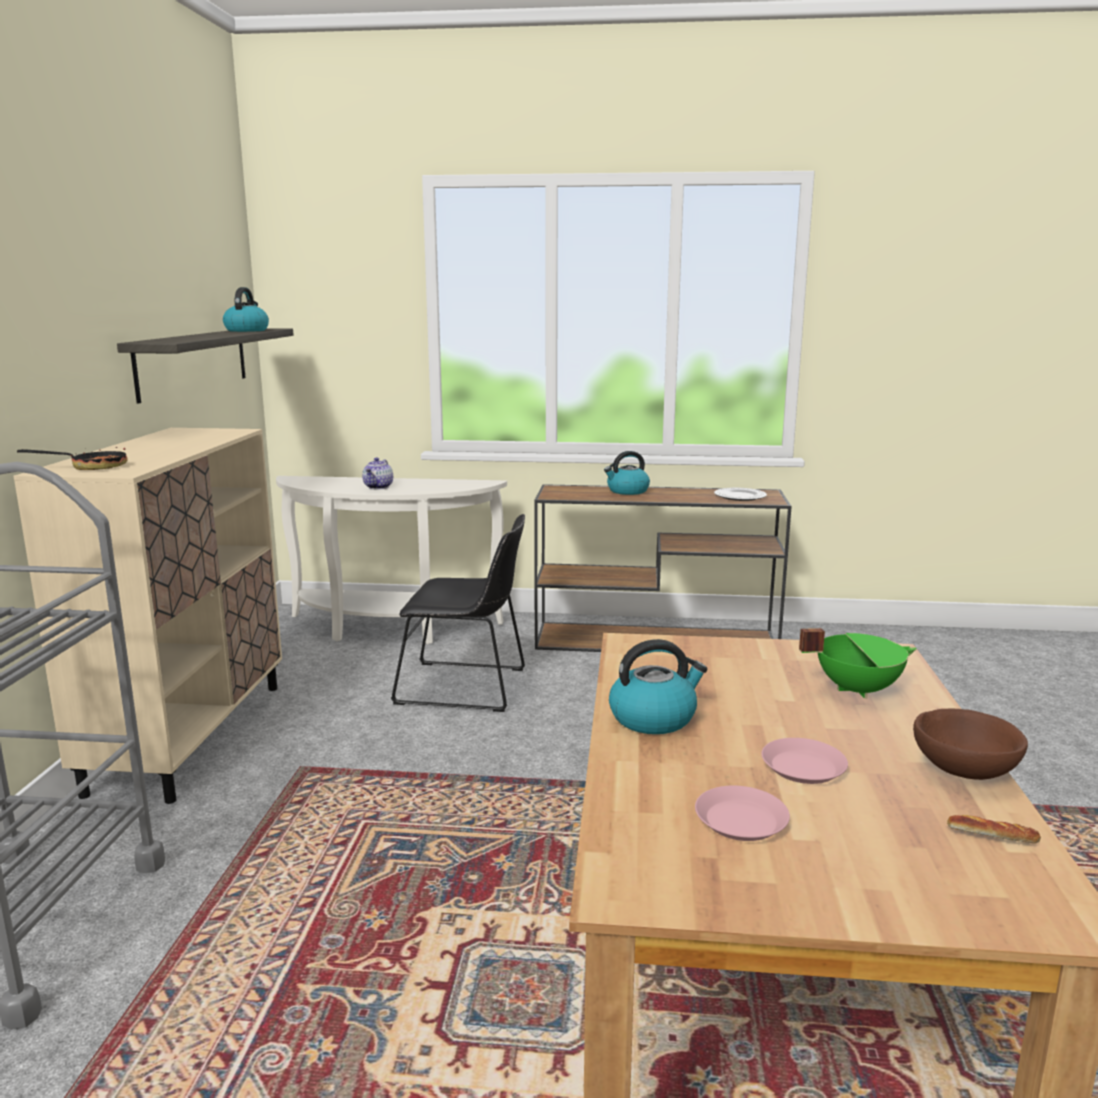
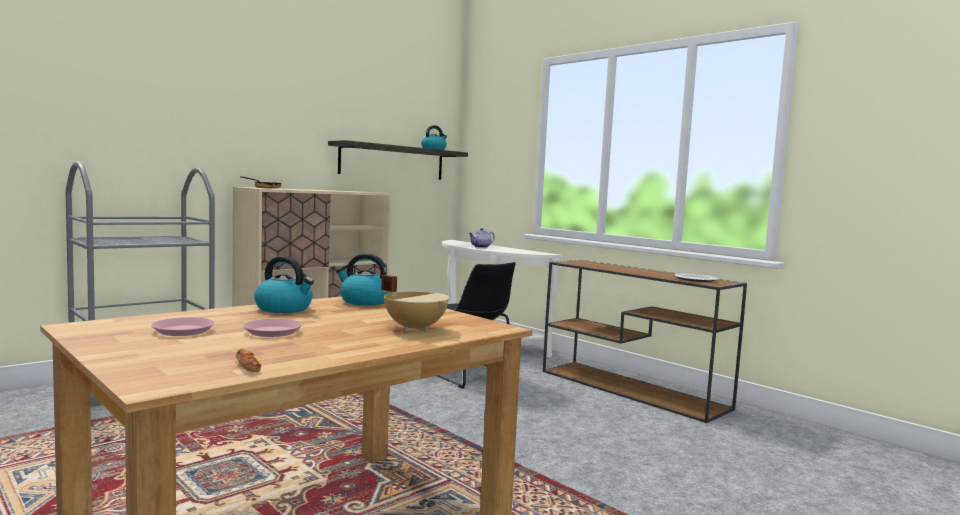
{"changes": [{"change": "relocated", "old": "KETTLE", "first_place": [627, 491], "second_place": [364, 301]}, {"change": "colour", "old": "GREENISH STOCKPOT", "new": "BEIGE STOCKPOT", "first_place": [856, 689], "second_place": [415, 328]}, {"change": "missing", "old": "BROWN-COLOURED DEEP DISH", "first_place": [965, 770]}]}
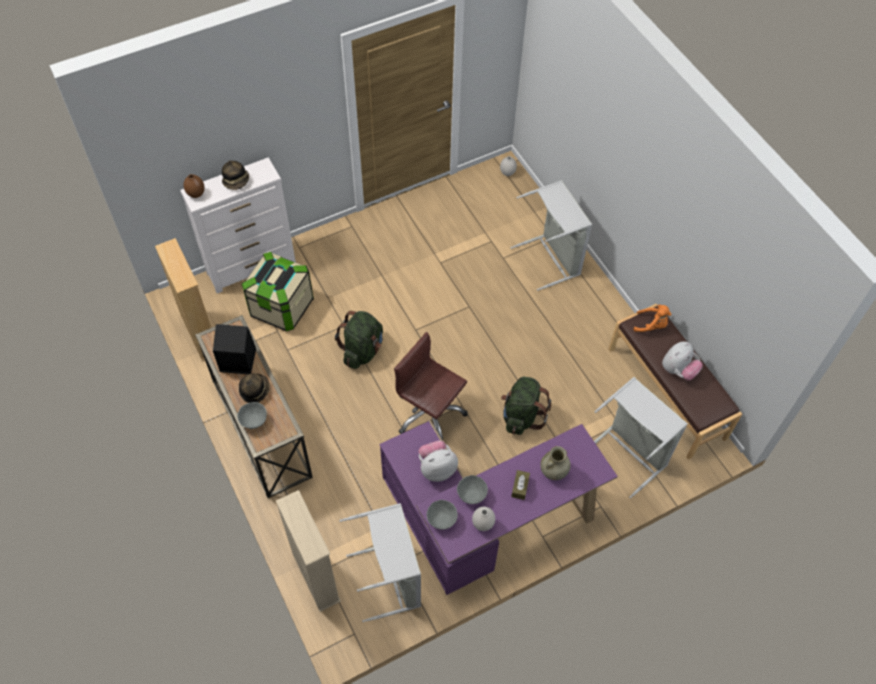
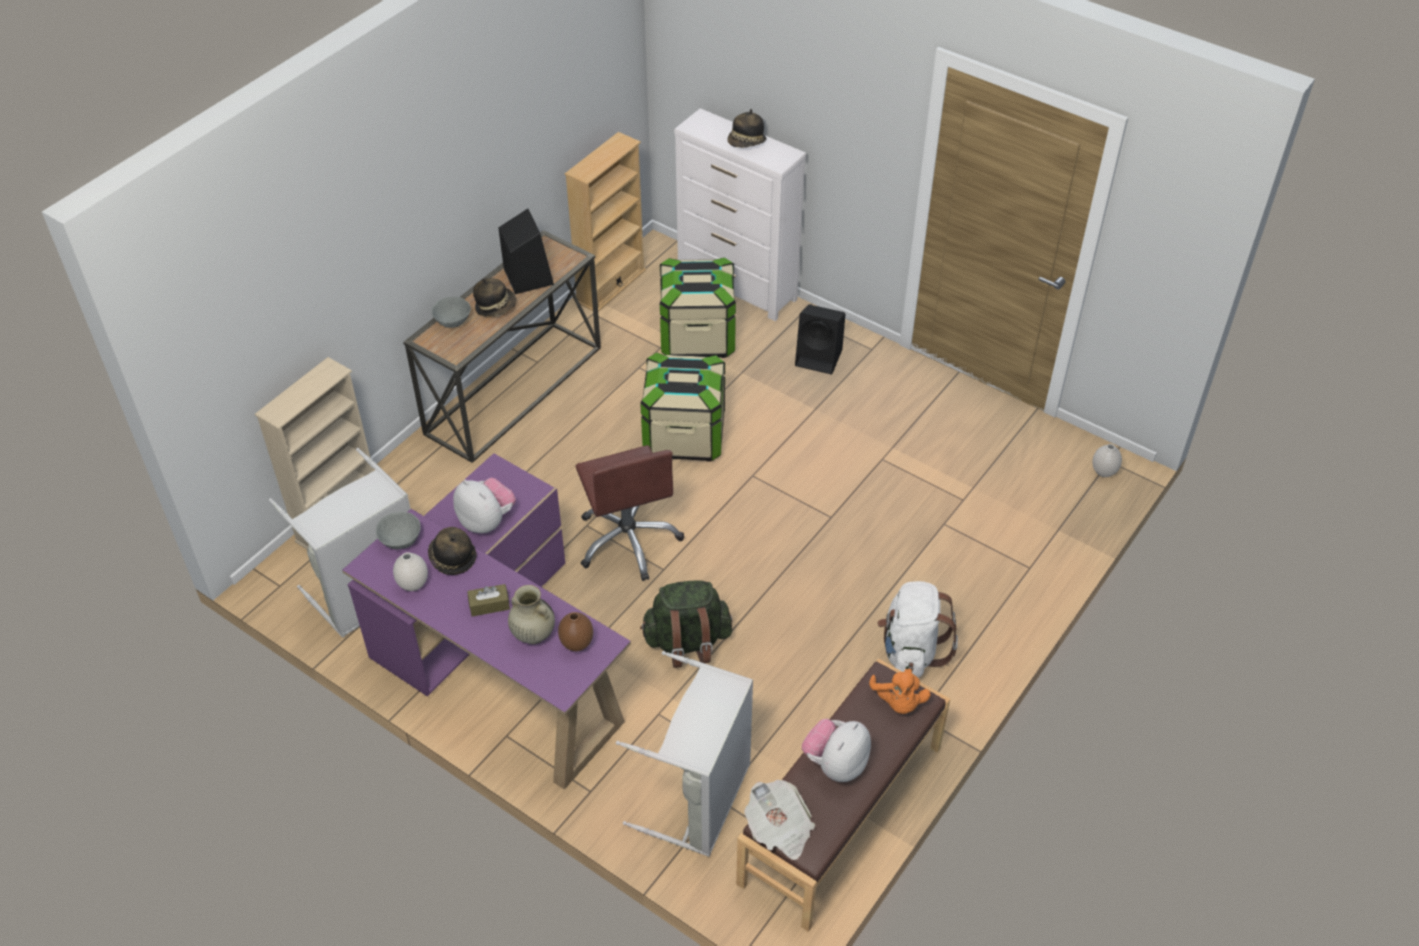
{"changes": [{"change": "exchanged", "old": "GREY DEEP DISH", "new": "HAT", "first_place": [471, 494], "second_place": [452, 558]}, {"change": "relocated", "old": "BROWN-COLOURED FLOWER VASE", "first_place": [196, 194], "second_place": [577, 644]}, {"change": "spun", "old": "BROWN-COLOURED OFFICE CHAIR", "first_place": [429, 414], "second_place": [628, 540], "degrees": 150}, {"change": "exchanged", "old": "GREENISH BACKPACK", "new": "STORAGE CONTAINER", "first_place": [362, 350], "second_place": [684, 436]}, {"change": "appeared", "new": "NEWSPAPER", "second_place": [779, 829]}, {"change": "appeared", "new": "BLACK AUDIO SPEAKER", "second_place": [820, 357]}, {"change": "spun", "old": "PLUSH TOY", "first_place": [678, 370], "second_place": [836, 764], "degrees": 105}, {"change": "appeared", "new": "WHITE-COLOURED BACKPACK", "second_place": [911, 651]}, {"change": "missing", "old": "GREY HAMPER", "first_place": [552, 259]}]}
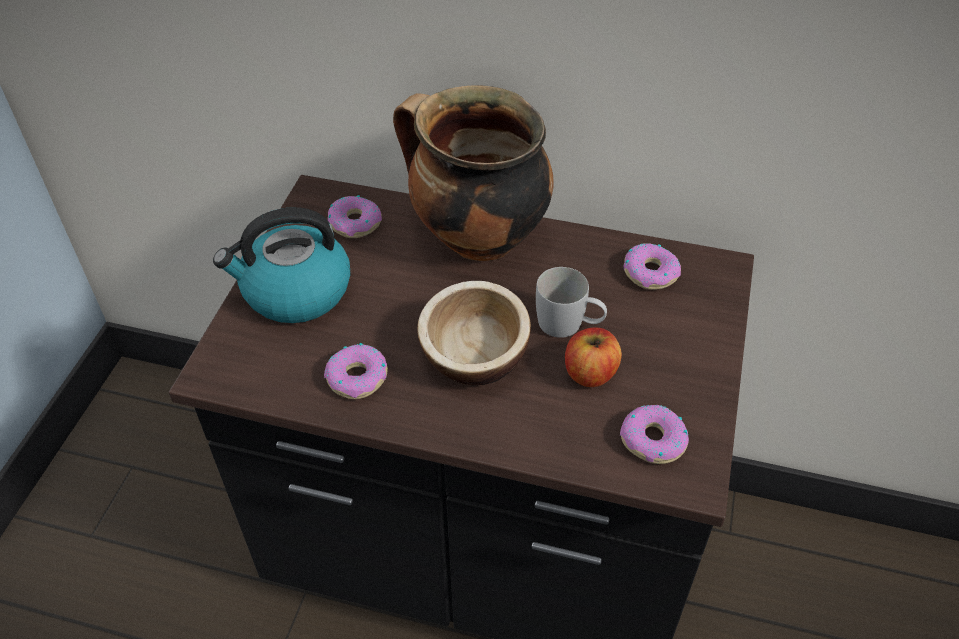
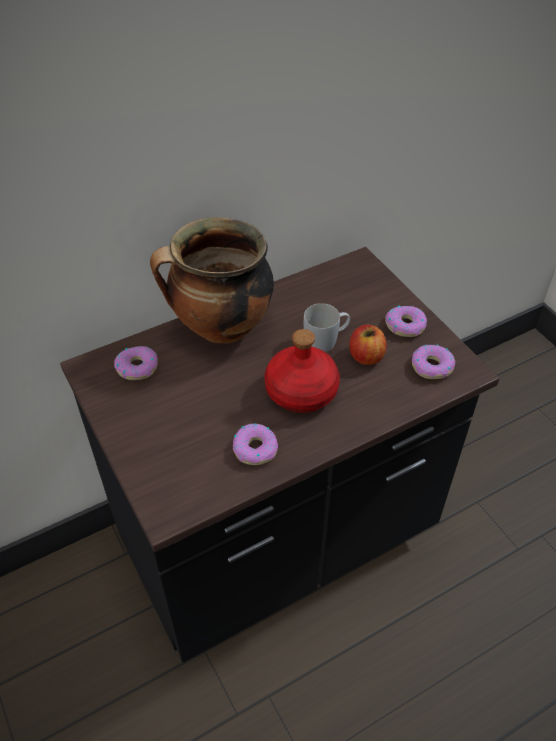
{"changes": [{"change": "exchanged", "old": "DEEP DISH", "new": "RED-COLOURED BOTTLE", "first_place": [474, 356], "second_place": [301, 390]}, {"change": "relocated", "old": "DONUT", "first_place": [650, 272], "second_place": [405, 325]}, {"change": "missing", "old": "KETTLE", "first_place": [295, 292]}]}
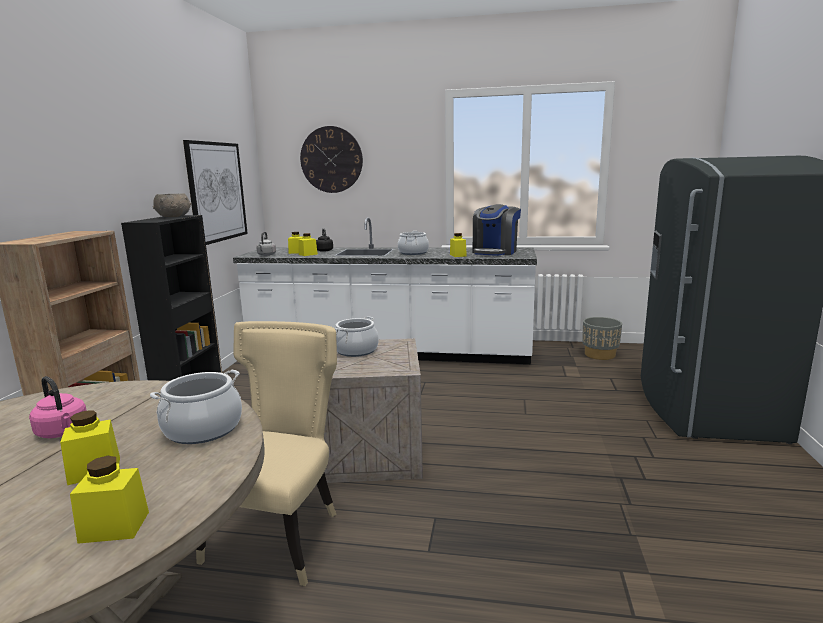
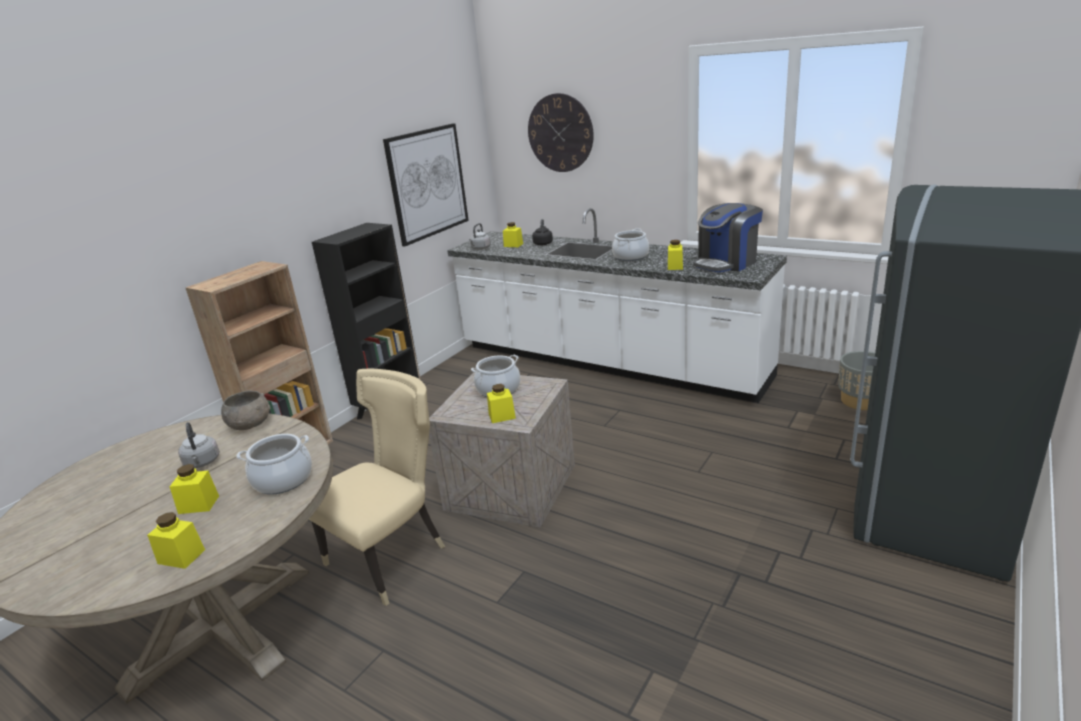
{"changes": [{"change": "colour", "old": "PINK KETTLE", "new": "GREY KETTLE", "first_place": [63, 432], "second_place": [202, 463]}, {"change": "relocated", "old": "GREY DEEP DISH", "first_place": [174, 216], "second_place": [250, 424]}, {"change": "relocated", "old": "YELLOWISH JAR", "first_place": [308, 254], "second_place": [502, 416]}]}
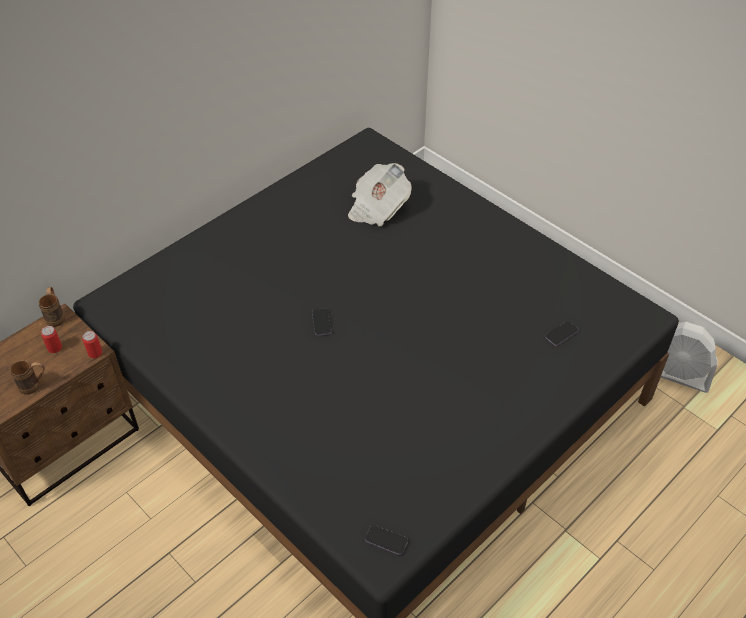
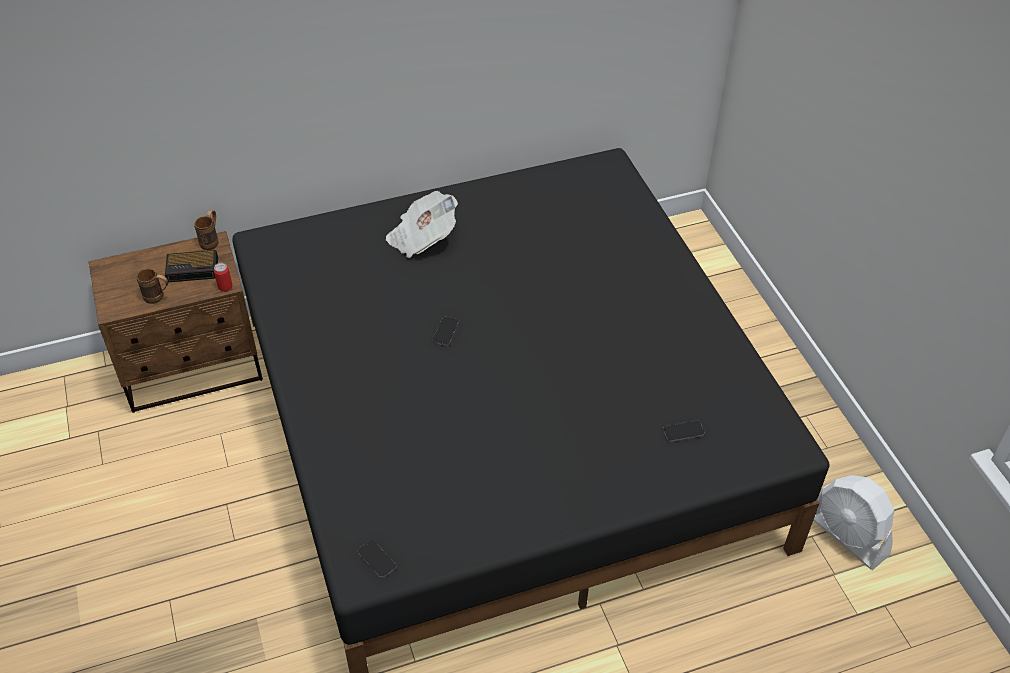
{"changes": [{"change": "exchanged", "old": "SEALED CAN", "new": "BEDSIDE CLOCK", "first_place": [55, 348], "second_place": [194, 269]}, {"change": "relocated", "old": "NEWSPAPER", "first_place": [377, 208], "second_place": [422, 238]}]}
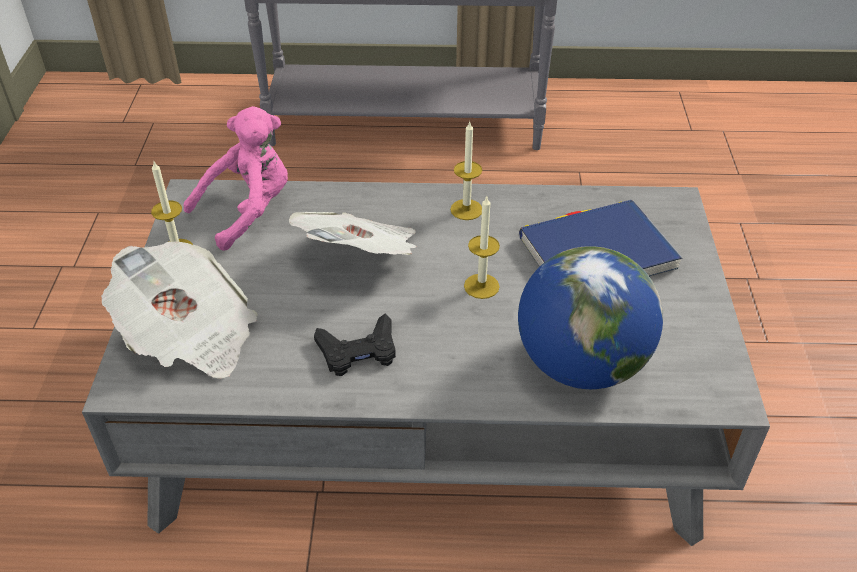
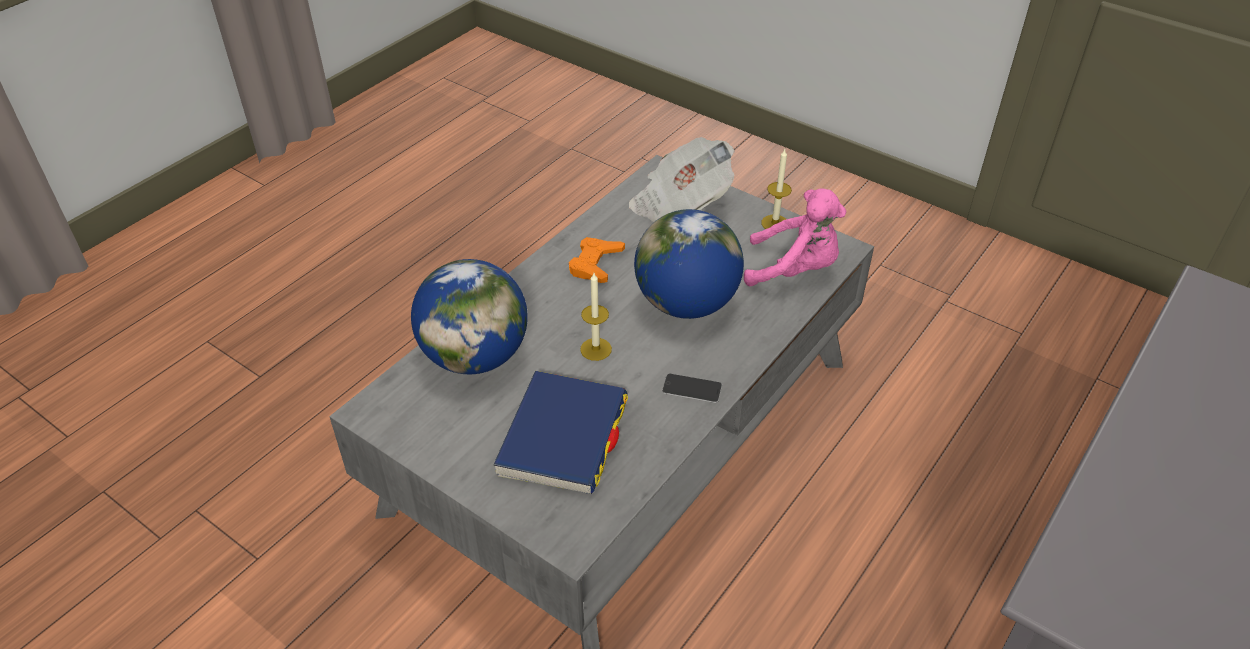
{"changes": [{"change": "colour", "old": "BLACK GAMEPAD", "new": "ORANGE-COLOURED GAMEPAD", "first_place": [358, 351], "second_place": [595, 264]}, {"change": "exchanged", "old": "NEWSPAPER", "new": "DESK GLOBE", "first_place": [361, 257], "second_place": [686, 304]}, {"change": "exchanged", "old": "CANDLE", "new": "TELEPHONE", "first_place": [466, 209], "second_place": [692, 388]}, {"change": "spun", "old": "PINK PLUSH TOY", "first_place": [249, 211], "second_place": [794, 270], "degrees": -75}]}
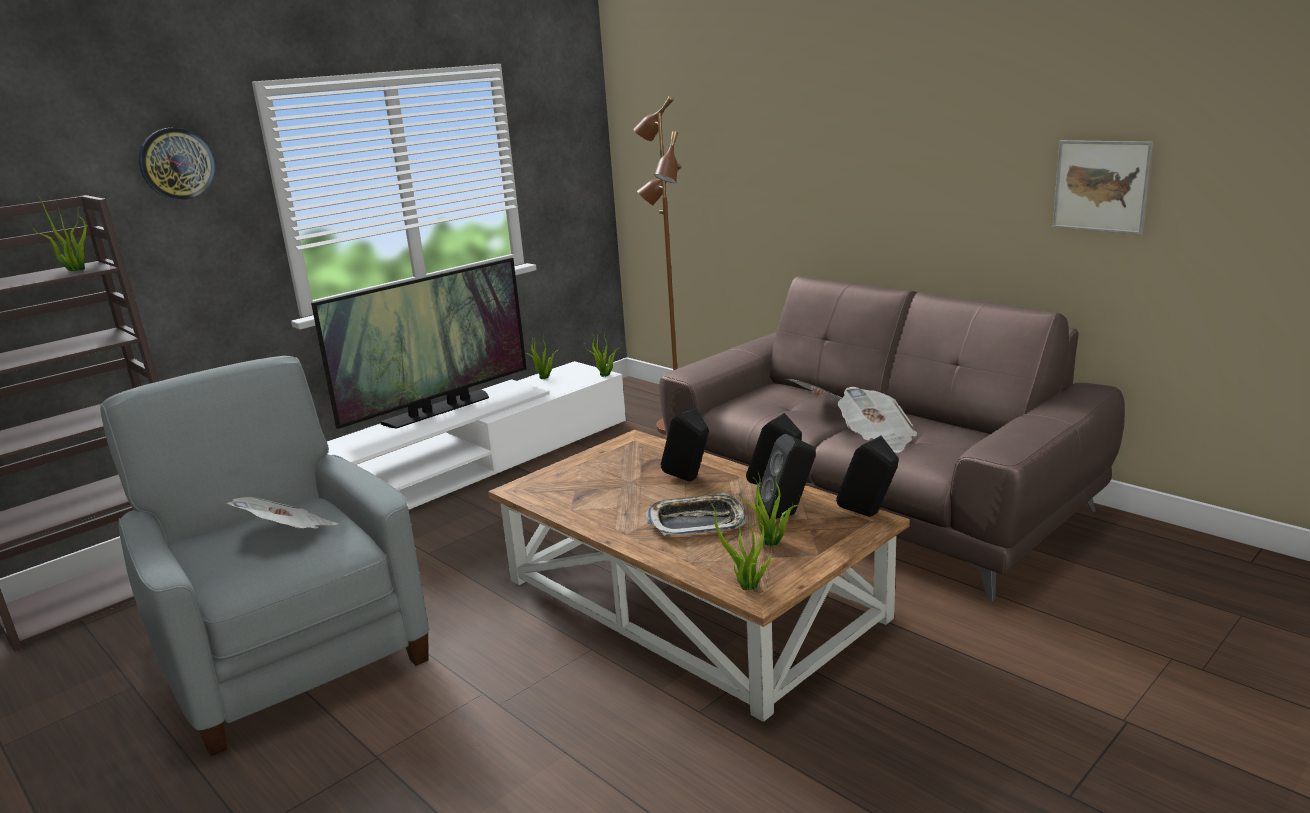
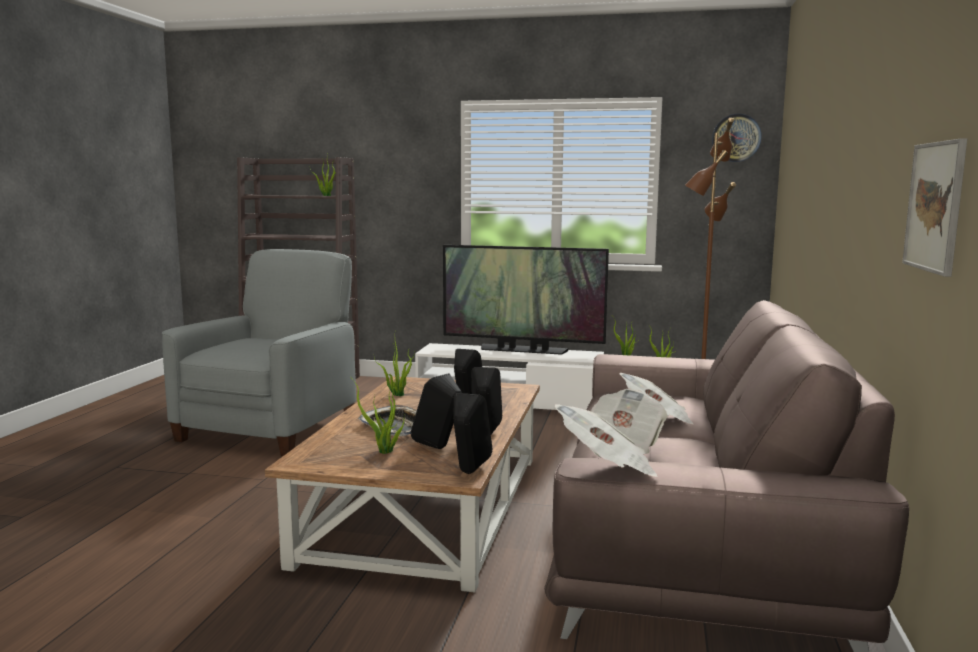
{"changes": [{"change": "relocated", "old": "POTTED PLANT", "first_place": [746, 587], "second_place": [397, 394]}, {"change": "relocated", "old": "NEWSPAPER", "first_place": [289, 535], "second_place": [606, 466]}, {"change": "relocated", "old": "HANGING CLOCK", "first_place": [177, 164], "second_place": [736, 138]}]}
